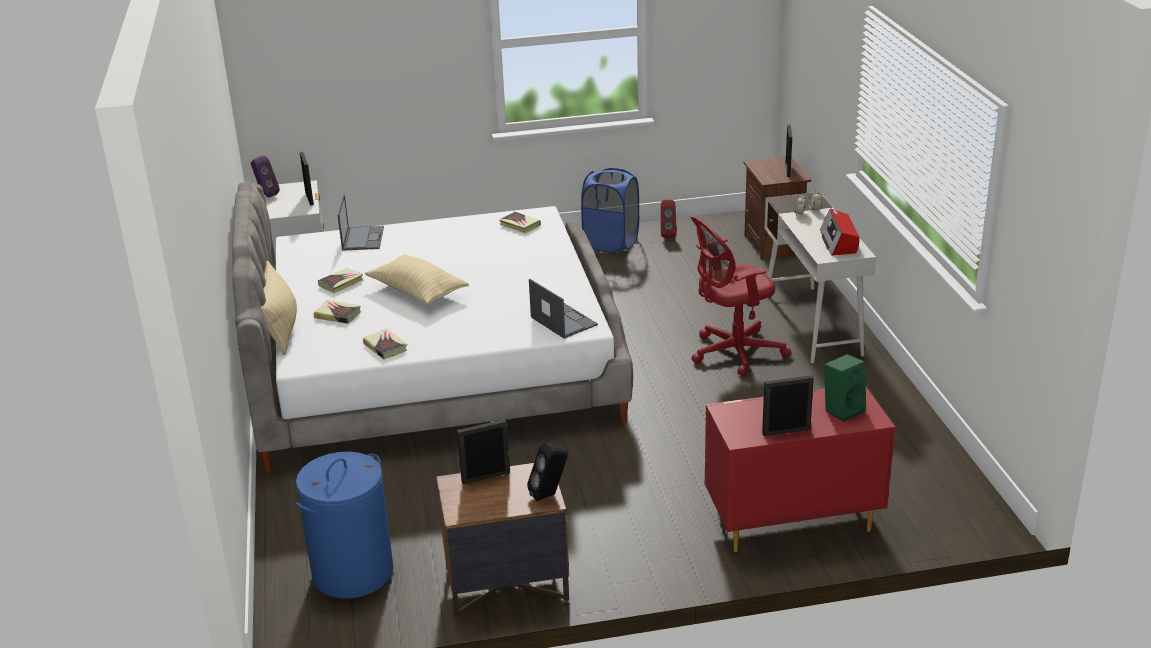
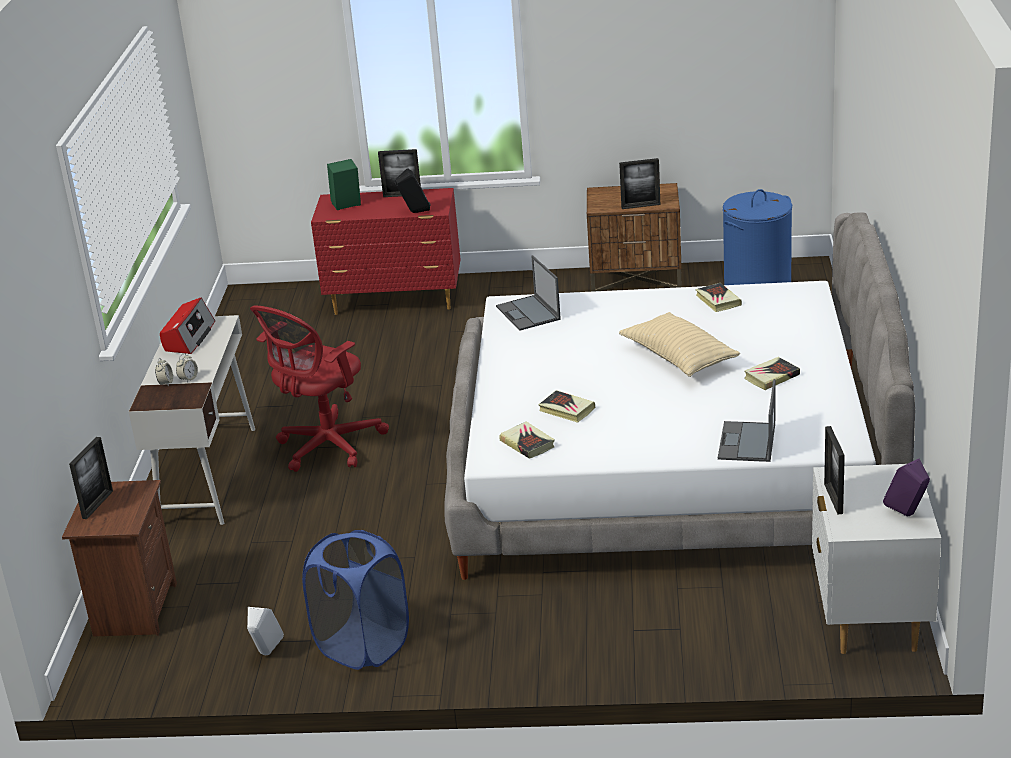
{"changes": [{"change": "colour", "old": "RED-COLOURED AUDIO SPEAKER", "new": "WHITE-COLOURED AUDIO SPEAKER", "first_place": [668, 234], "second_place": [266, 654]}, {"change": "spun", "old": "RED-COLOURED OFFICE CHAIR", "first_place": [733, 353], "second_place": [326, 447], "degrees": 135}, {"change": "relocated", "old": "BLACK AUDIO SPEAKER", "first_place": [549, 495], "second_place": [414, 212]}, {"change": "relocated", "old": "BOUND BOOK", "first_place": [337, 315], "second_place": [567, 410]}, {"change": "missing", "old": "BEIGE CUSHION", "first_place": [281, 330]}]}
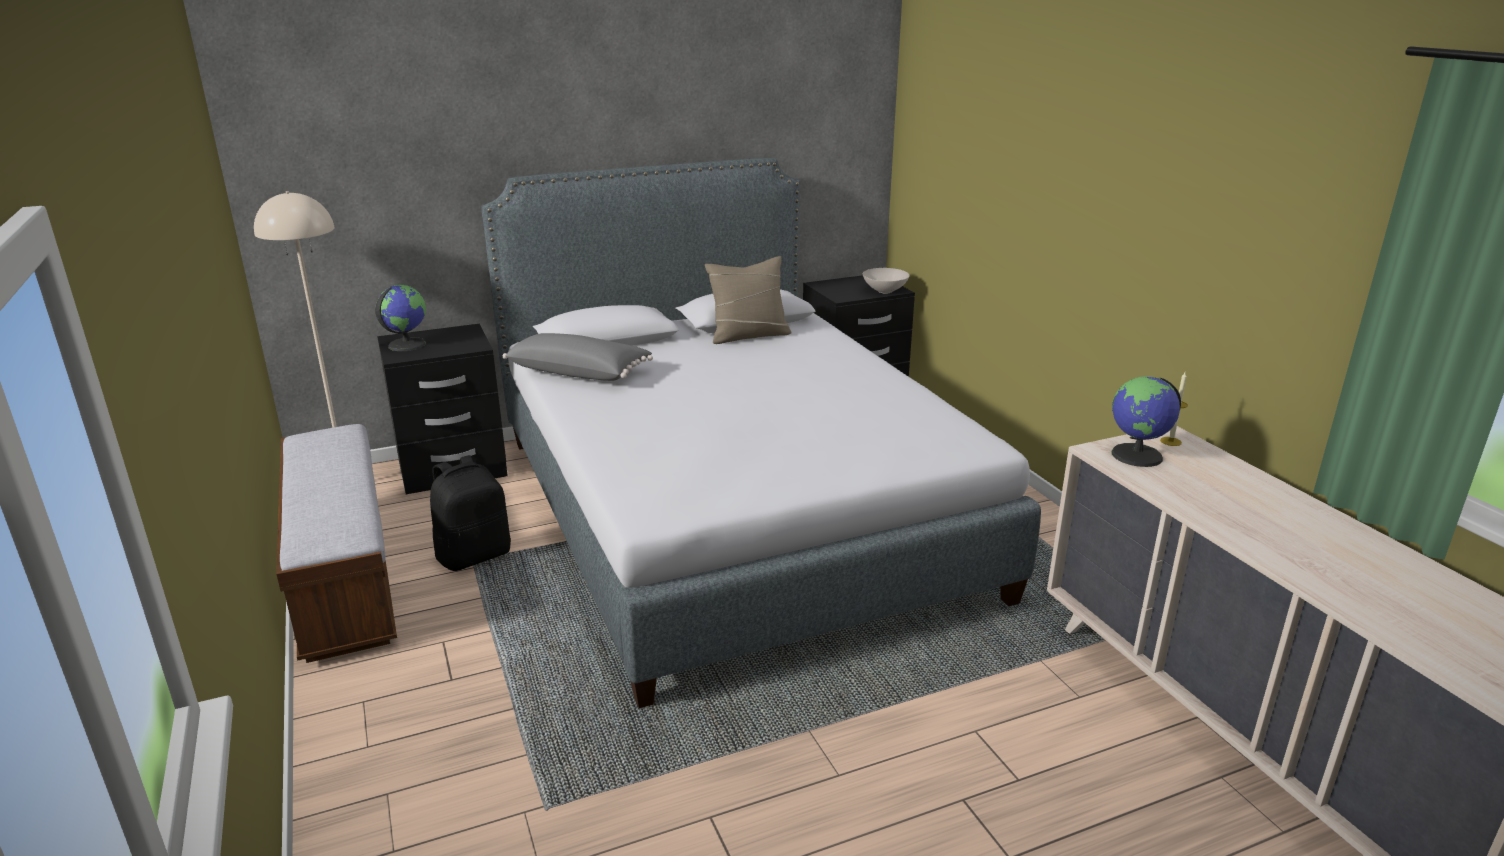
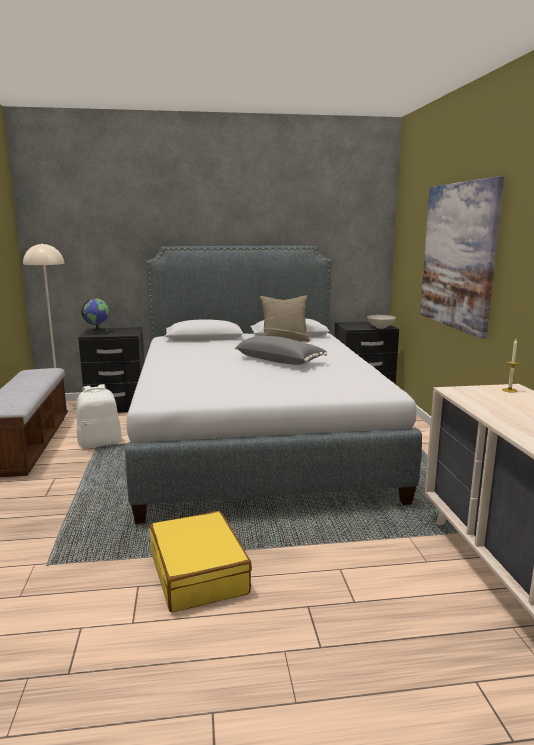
{"changes": [{"change": "colour", "old": "BLACK BACKPACK", "new": "WHITE-COLOURED BACKPACK", "first_place": [474, 555], "second_place": [100, 443]}, {"change": "appeared", "new": "YELLOWISH PIECE OF LUGGAGE", "second_place": [199, 573]}, {"change": "relocated", "old": "GREY CUSHION", "first_place": [579, 372], "second_place": [280, 361]}, {"change": "appeared", "new": "PICTURE", "second_place": [458, 256]}, {"change": "missing", "old": "DESK GLOBE", "first_place": [1137, 456]}]}
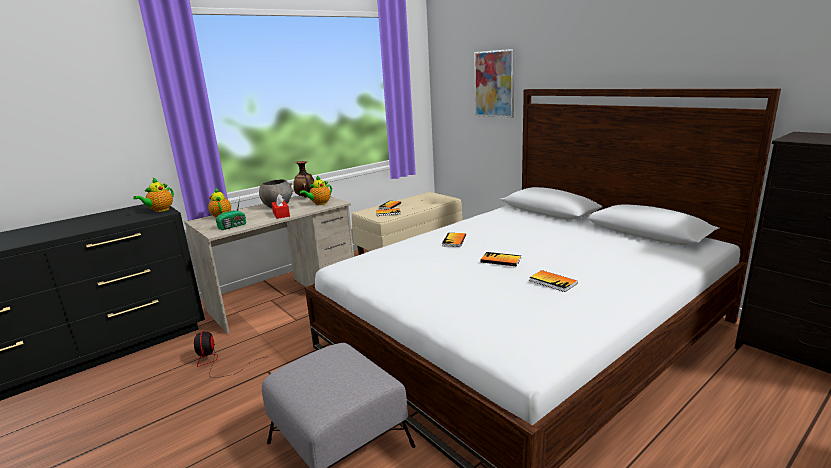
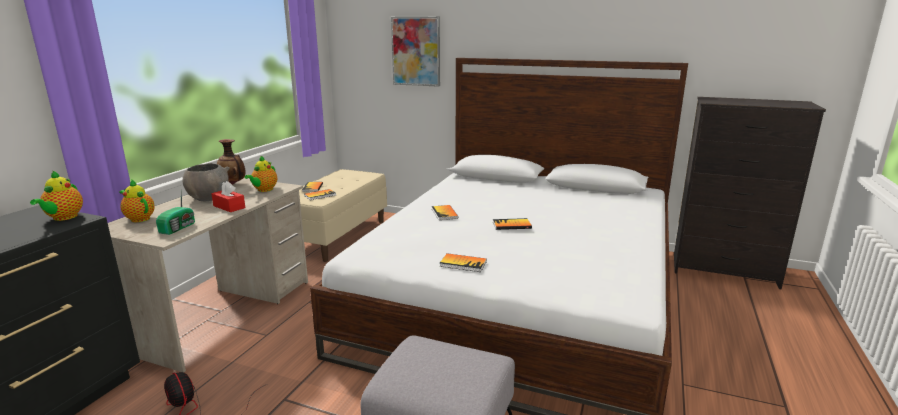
{"changes": [{"change": "relocated", "old": "BOUND BOOK", "first_place": [552, 282], "second_place": [463, 264]}]}
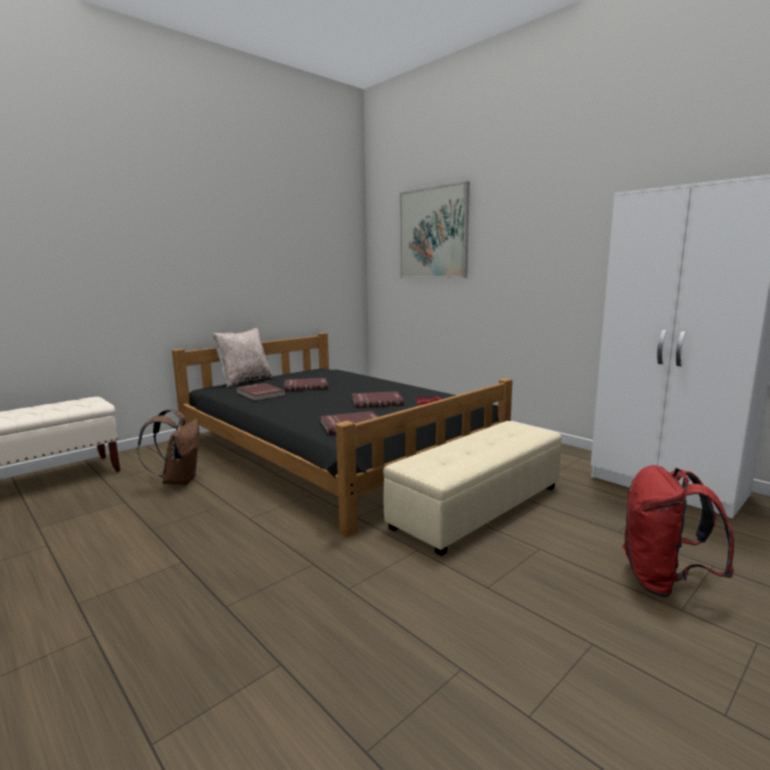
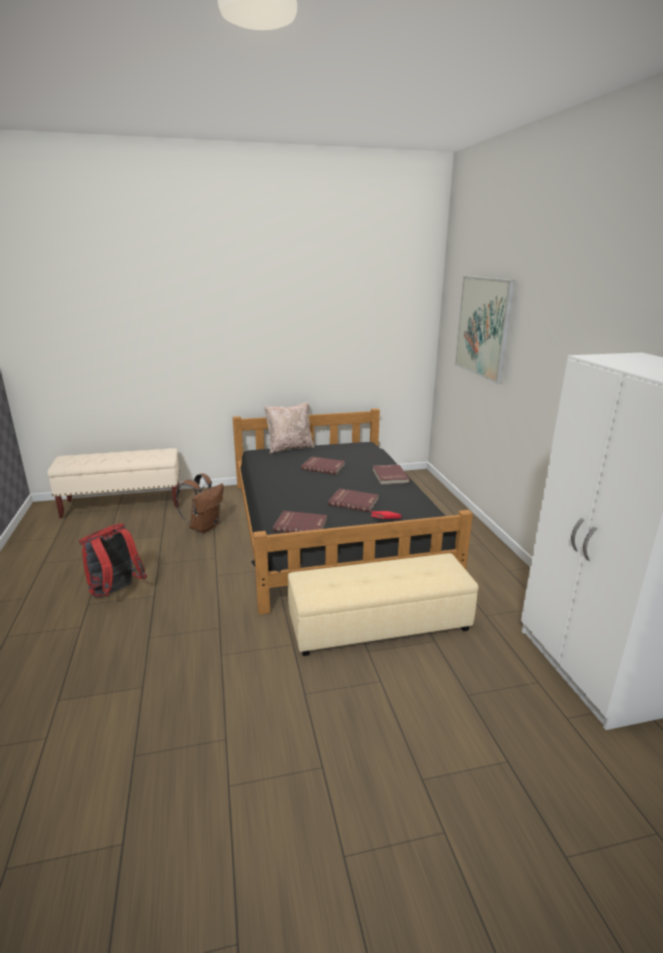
{"changes": [{"change": "relocated", "old": "RED-COLOURED BACKPACK", "first_place": [663, 581], "second_place": [116, 592]}, {"change": "relocated", "old": "RED-COLOURED BOUND BOOK", "first_place": [259, 394], "second_place": [389, 476]}]}
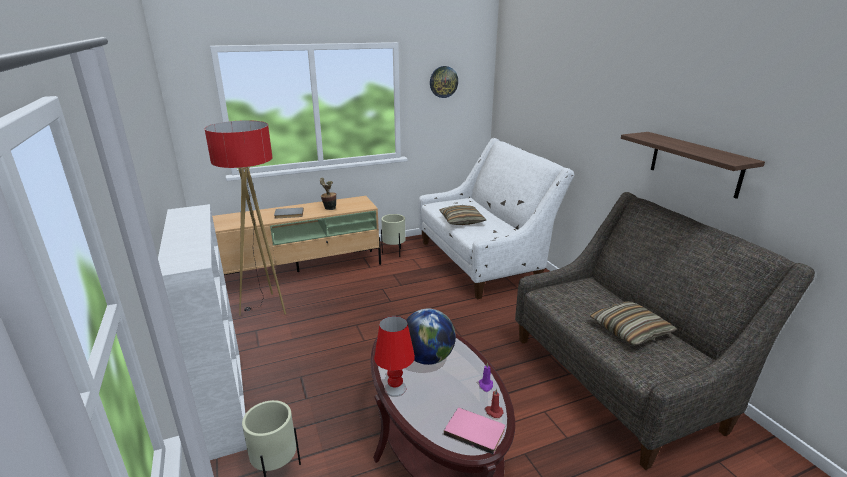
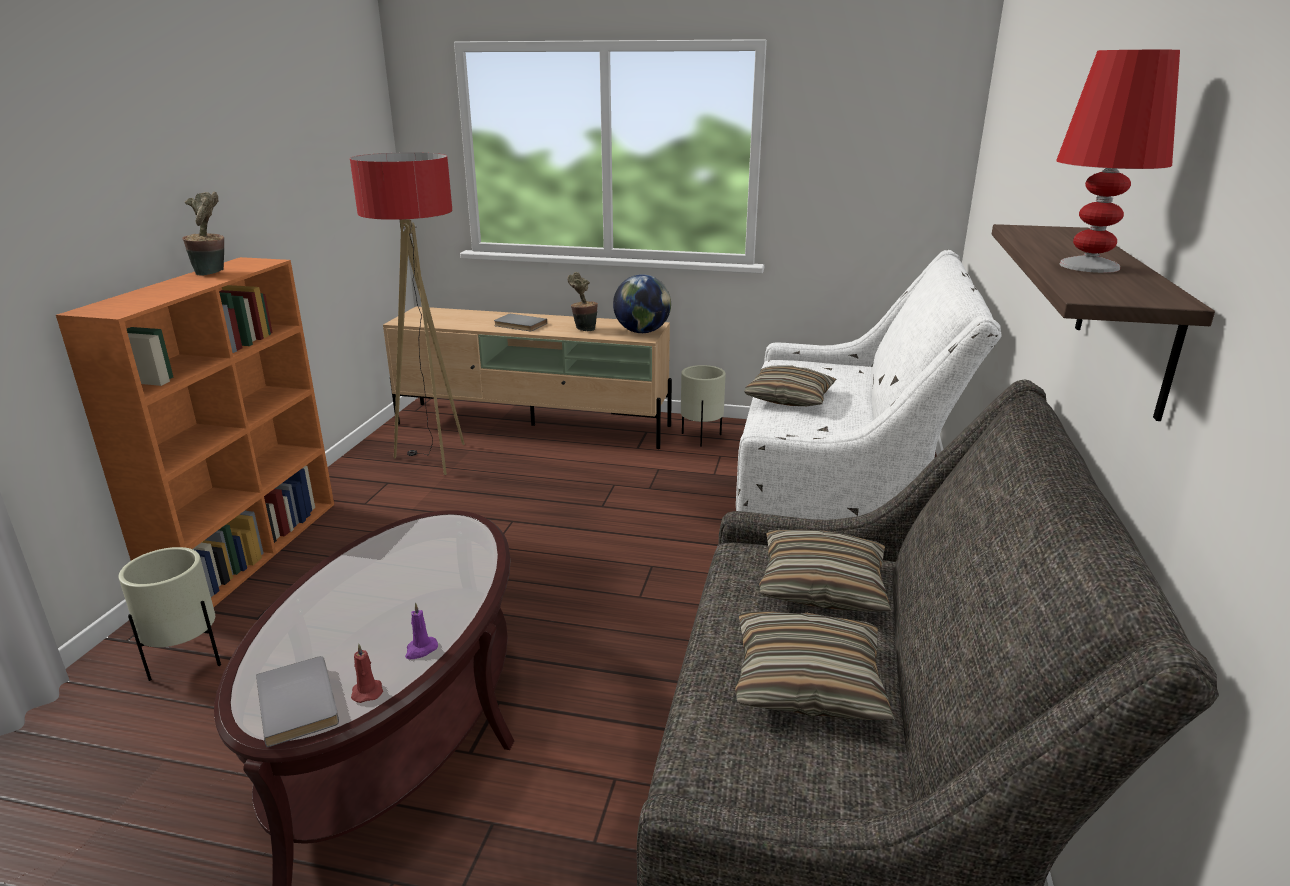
{"changes": [{"change": "colour", "old": "WHITE-COLOURED SHELVING UNIT", "new": "ORANGE-COLOURED SHELVING UNIT", "first_place": [223, 399], "second_place": [251, 550]}, {"change": "appeared", "new": "POTTED PLANT", "second_place": [213, 273]}, {"change": "colour", "old": "PINK BOUND BOOK", "new": "GREY BOUND BOOK", "first_place": [475, 430], "second_place": [301, 702]}, {"change": "relocated", "old": "DESK GLOBE", "first_place": [428, 358], "second_place": [642, 332]}, {"change": "appeared", "new": "CUSHION", "second_place": [822, 586]}, {"change": "relocated", "old": "RED-COLOURED TABLE LAMP", "first_place": [395, 388], "second_place": [1088, 266]}, {"change": "missing", "old": "HANGING CLOCK", "first_place": [443, 82]}]}
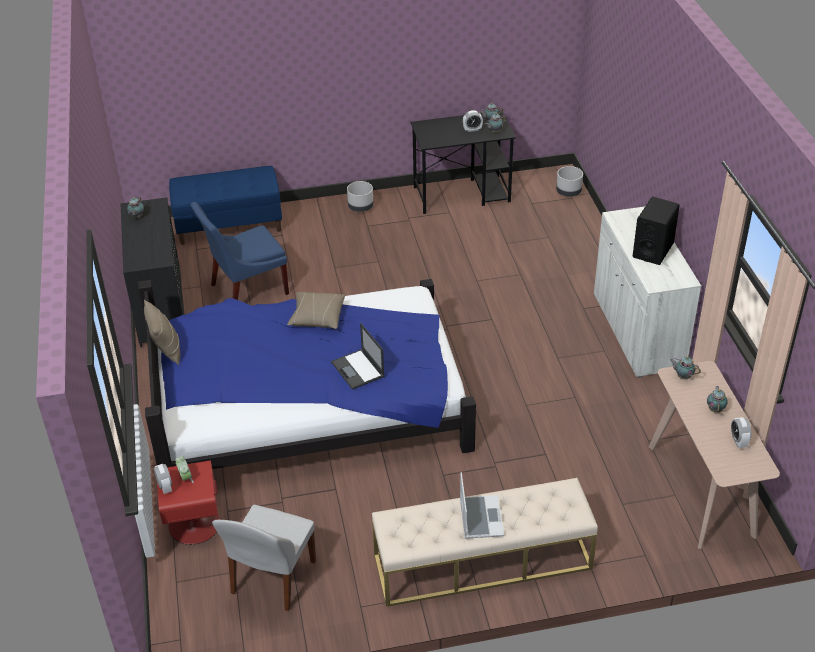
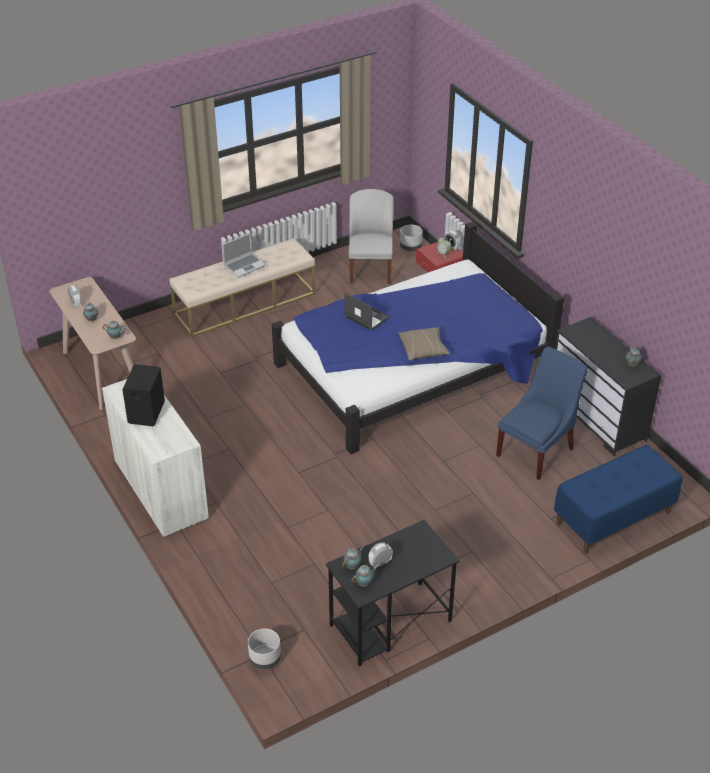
{"changes": [{"change": "spun", "old": "NOTEBOOK COMPUTER", "first_place": [480, 517], "second_place": [244, 266], "degrees": -105}, {"change": "relocated", "old": "GREY FLOWER POT", "first_place": [361, 207], "second_place": [410, 247]}, {"change": "missing", "old": "BEIGE CUSHION", "first_place": [166, 350]}]}
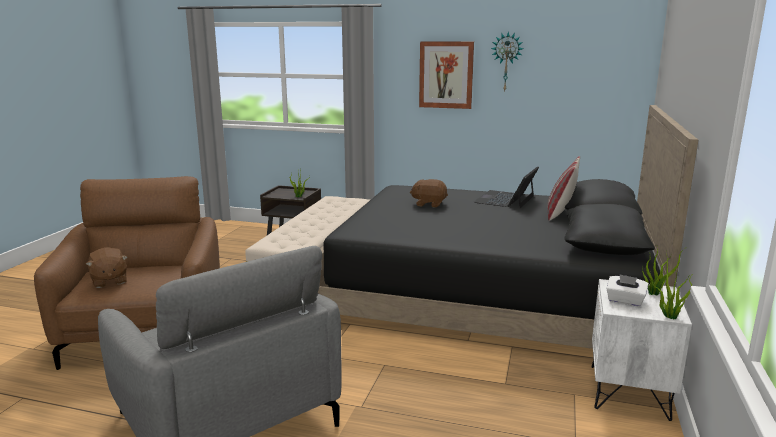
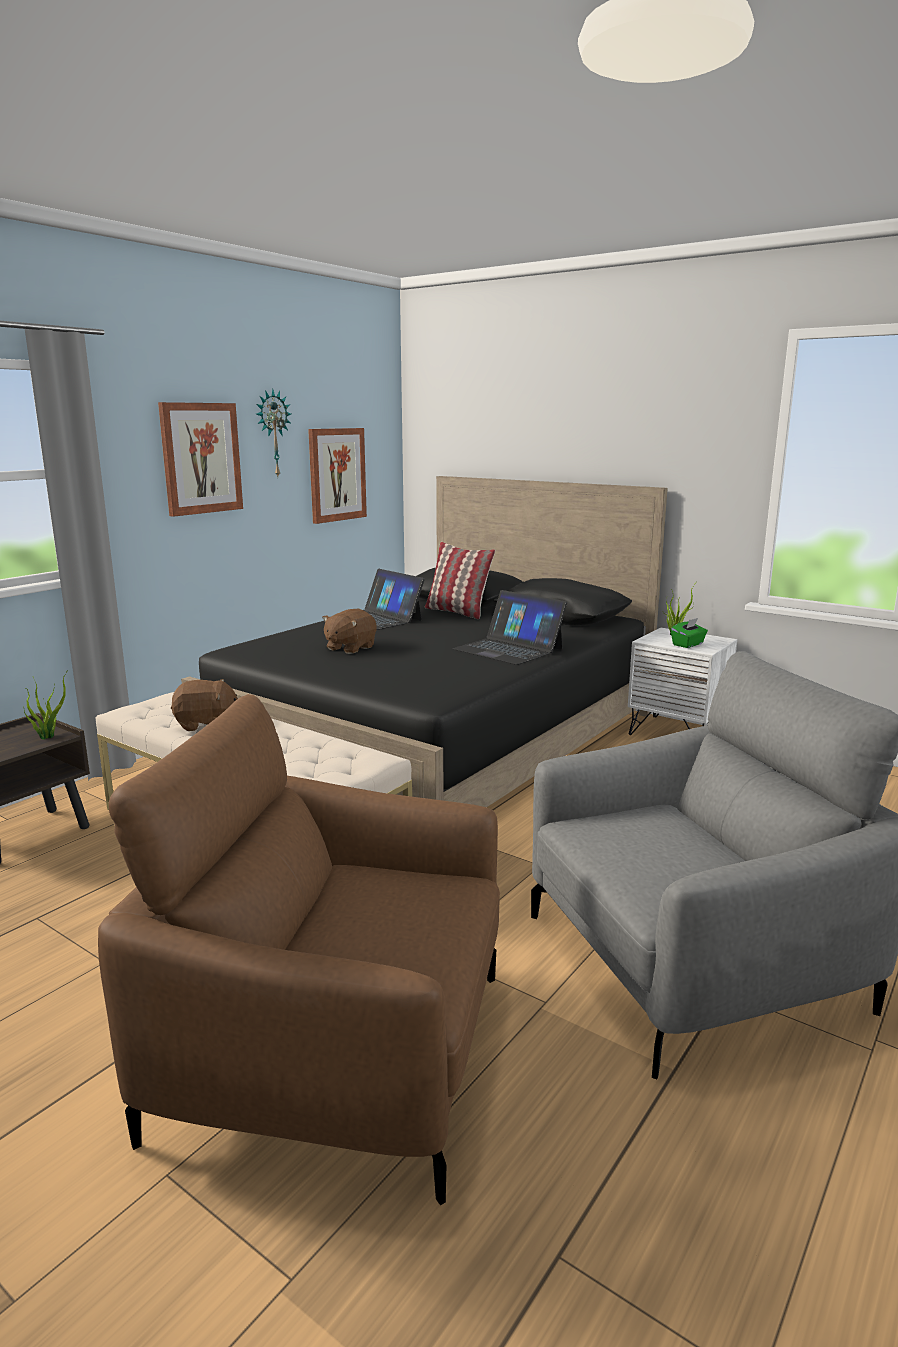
{"changes": [{"change": "relocated", "old": "BROWN-COLOURED PLUSH TOY", "first_place": [109, 281], "second_place": [206, 724]}, {"change": "appeared", "new": "PICTURE", "second_place": [337, 474]}, {"change": "appeared", "new": "NOTEBOOK COMPUTER", "second_place": [508, 649]}, {"change": "colour", "old": "WHITE-COLOURED TISSUE BOX", "new": "GREENISH TISSUE BOX", "first_place": [625, 301], "second_place": [688, 644]}, {"change": "missing", "old": "POTTED PLANT", "first_place": [668, 316]}]}
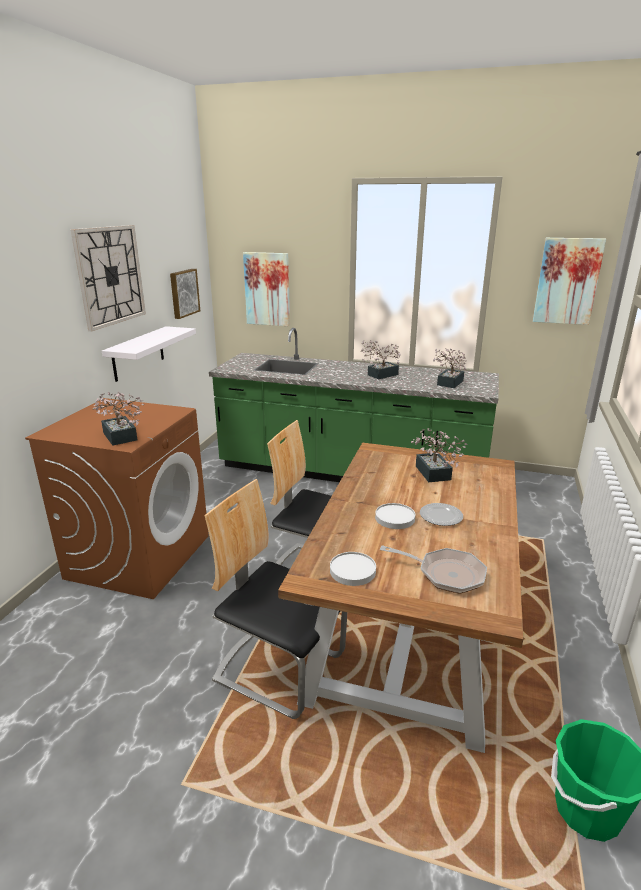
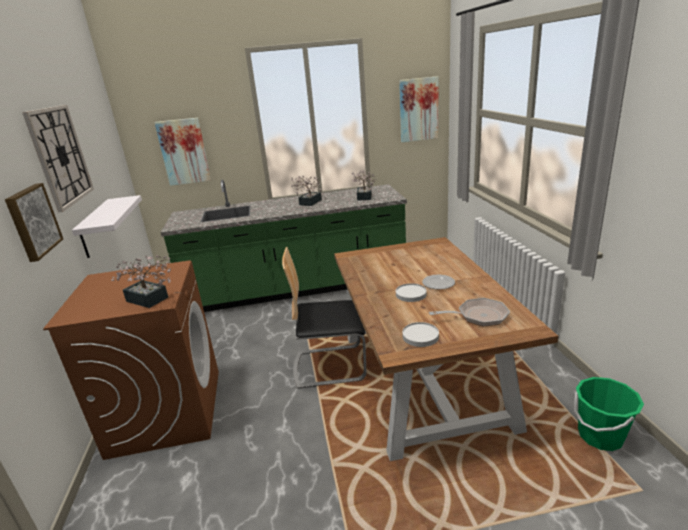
{"changes": [{"change": "relocated", "old": "PICTURE", "first_place": [183, 293], "second_place": [32, 221]}, {"change": "missing", "old": "UPRIGHT CHAIR", "first_place": [279, 667]}, {"change": "missing", "old": "POTTED PLANT", "first_place": [434, 475]}]}
